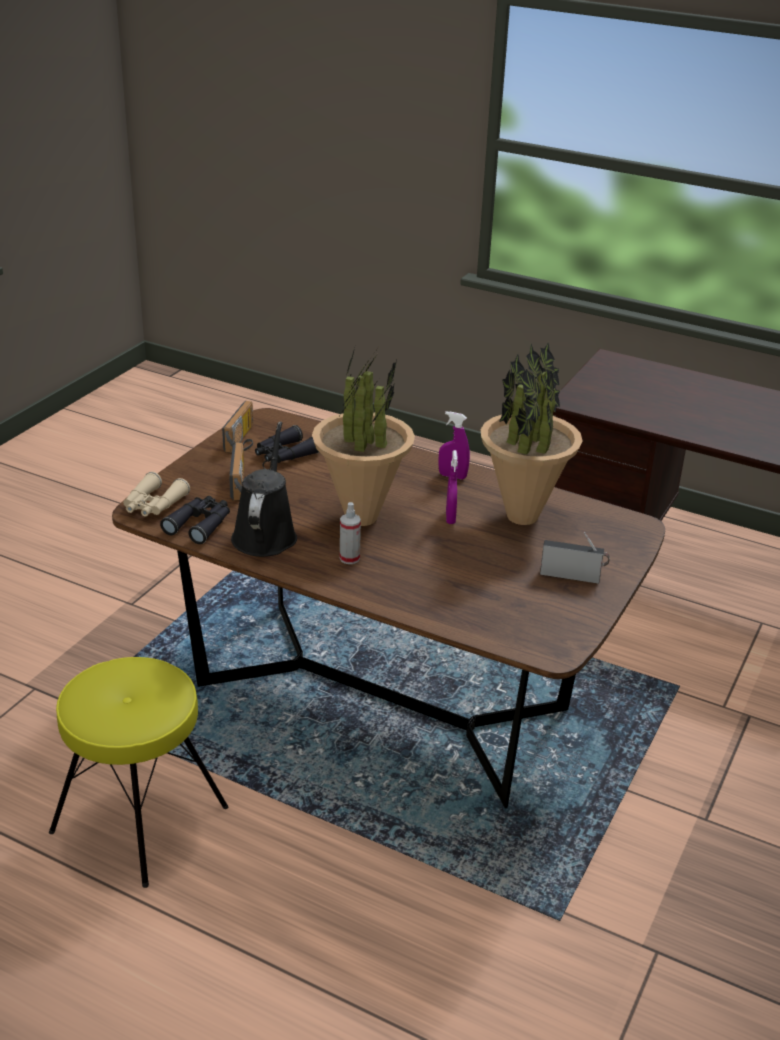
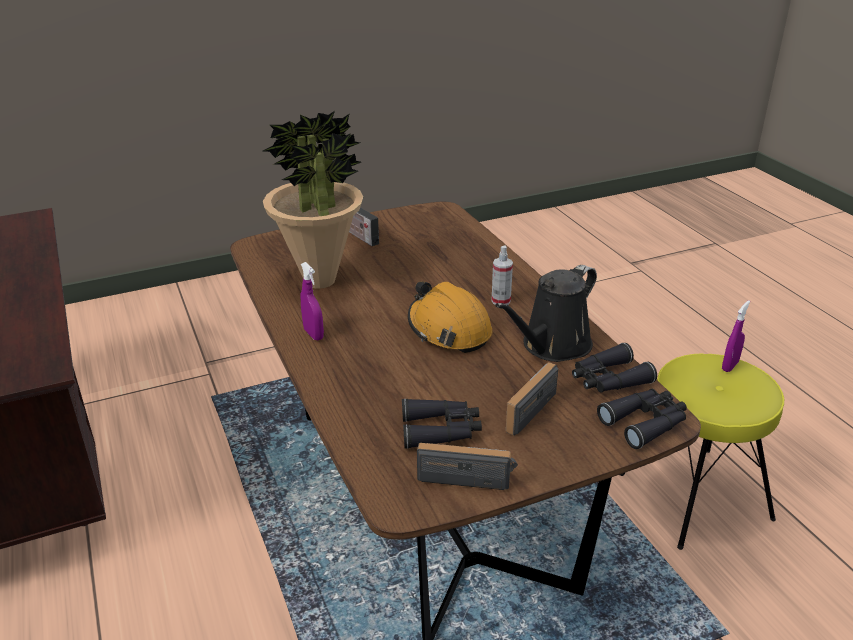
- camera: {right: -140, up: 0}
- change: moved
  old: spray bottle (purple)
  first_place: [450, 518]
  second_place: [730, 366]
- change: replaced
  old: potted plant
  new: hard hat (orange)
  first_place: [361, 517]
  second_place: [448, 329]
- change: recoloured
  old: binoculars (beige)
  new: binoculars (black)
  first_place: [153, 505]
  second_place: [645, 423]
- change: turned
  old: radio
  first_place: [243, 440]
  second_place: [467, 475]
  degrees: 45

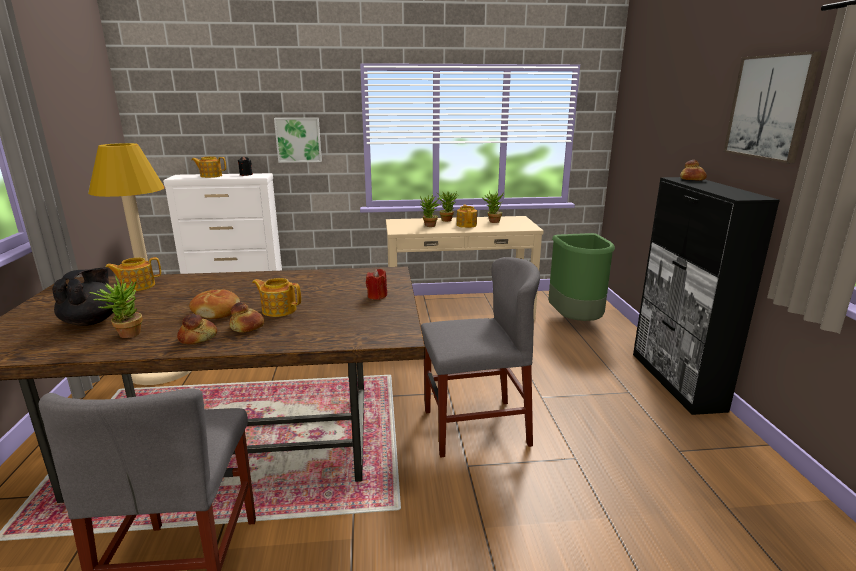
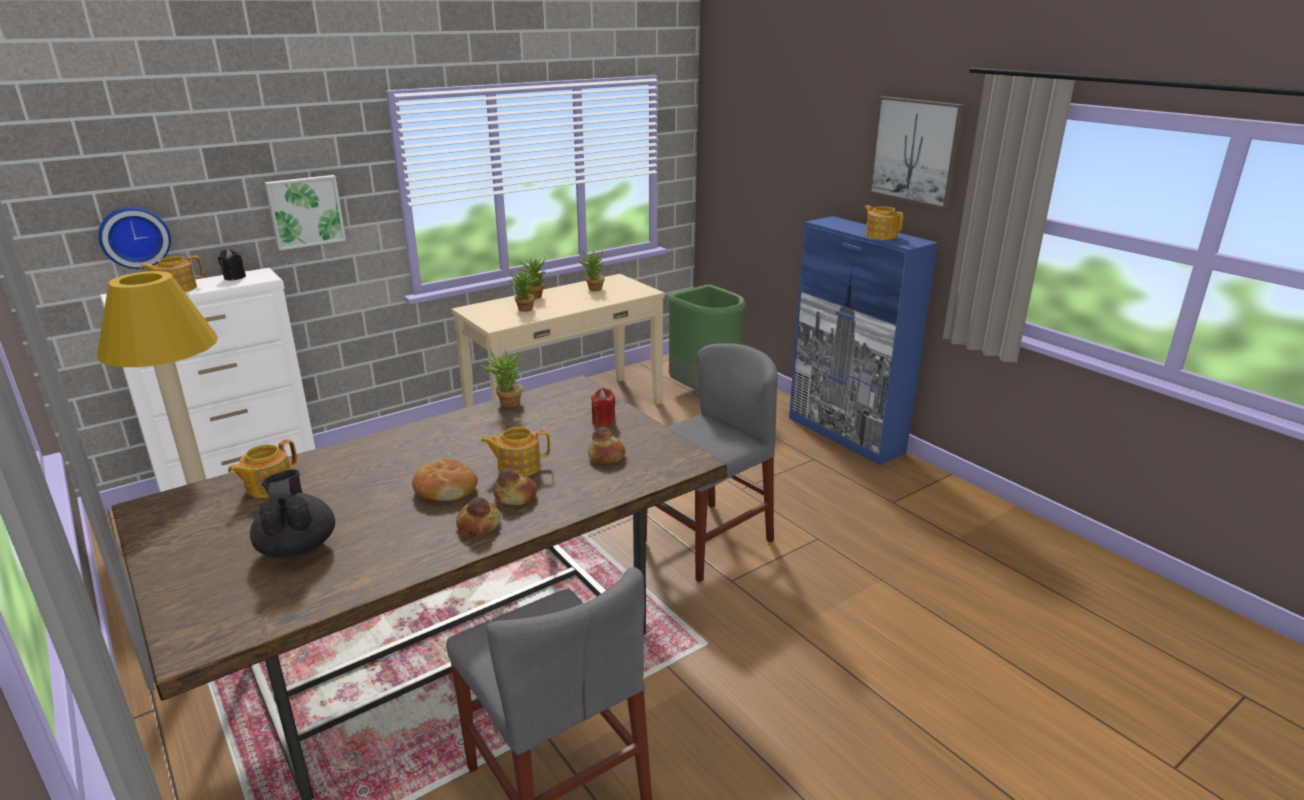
- camera: {right: -30, up: 5}
- change: added
  new: wall clock
  second_place: [134, 237]
- change: moved
  old: potted plant
  first_place: [125, 334]
  second_place: [506, 404]
- change: moved
  old: teapot
  first_place: [466, 225]
  second_place: [880, 235]
- change: moved
  old: bread
  first_place: [692, 180]
  second_place: [606, 457]
- change: recoloured
  old: cabinet (black)
  new: cabinet (blue)
  first_place: [676, 381]
  second_place: [845, 435]

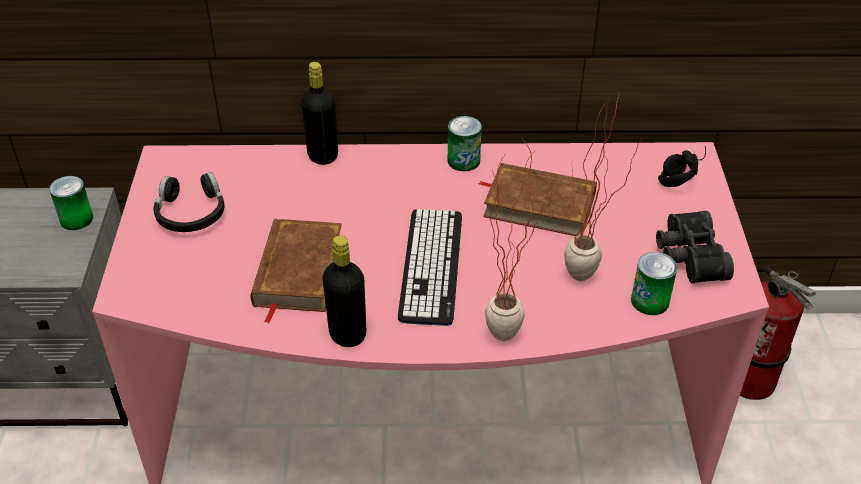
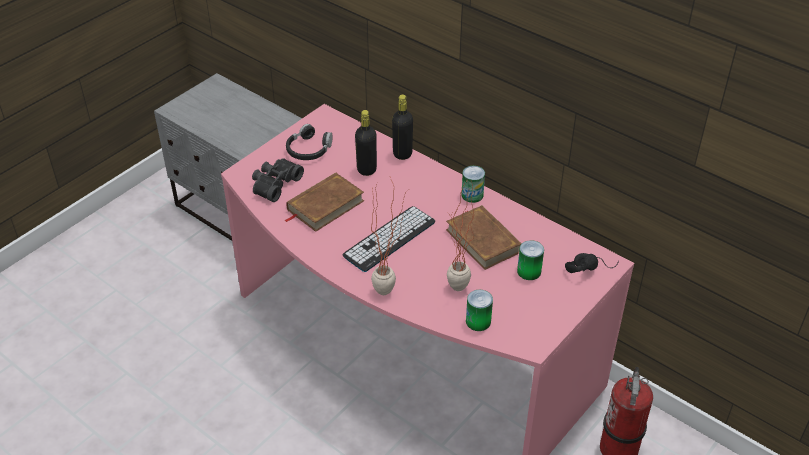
- camera: {right: 40, up: 0}
- change: moved
  old: can
  first_place: [76, 219]
  second_place: [529, 271]
- change: moved
  old: bottle (black)
  first_place: [348, 335]
  second_place: [366, 169]
- change: moved
  old: binoculars (black)
  first_place: [687, 257]
  second_place: [274, 184]

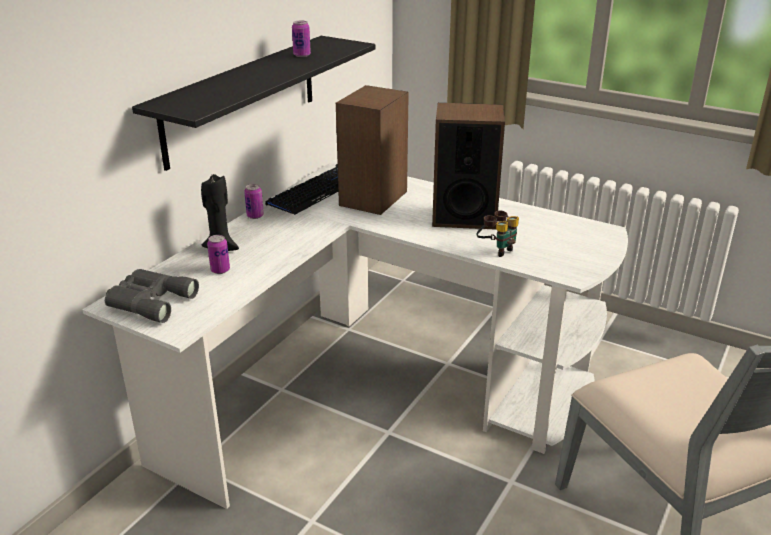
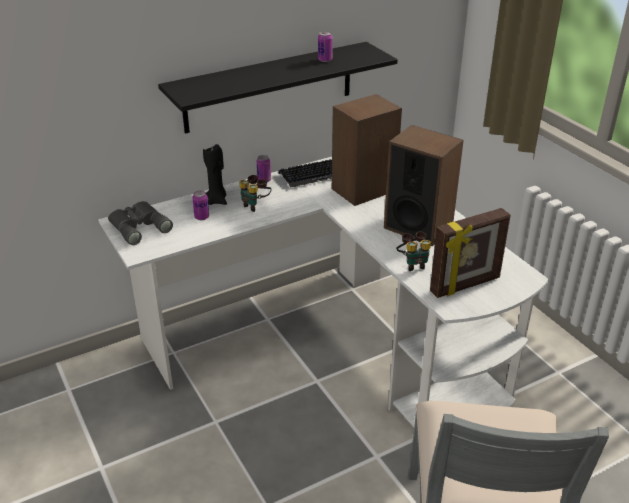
- camera: {right: 30, up: 5}
- change: added
  new: binoculars
  second_place: [255, 205]
- change: added
  new: picture frame
  second_place: [465, 285]

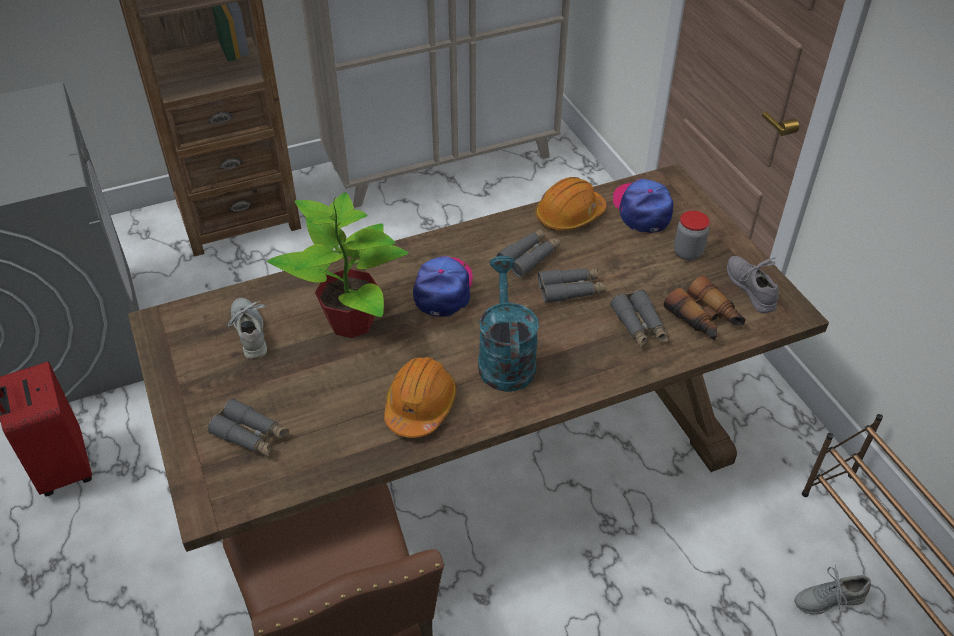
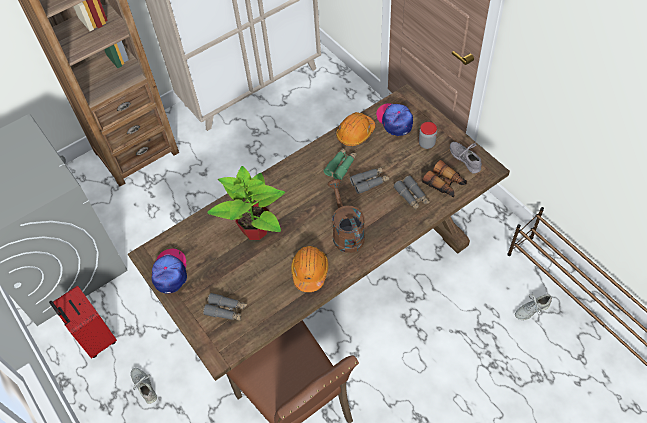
- camera: {right: -10, up: 10}
- change: moved
  old: shoe (grey)
  first_place: [250, 331]
  second_place: [144, 386]
- change: moved
  old: cap
  first_place: [444, 289]
  second_place: [170, 272]
- change: recoloured
  old: watering can (turquoise)
  new: watering can (brown)
  first_place: [505, 358]
  second_place: [346, 232]
- change: recoloured
  old: binoculars (grey)
  new: binoculars (green)
  first_place: [529, 257]
  second_place: [341, 166]

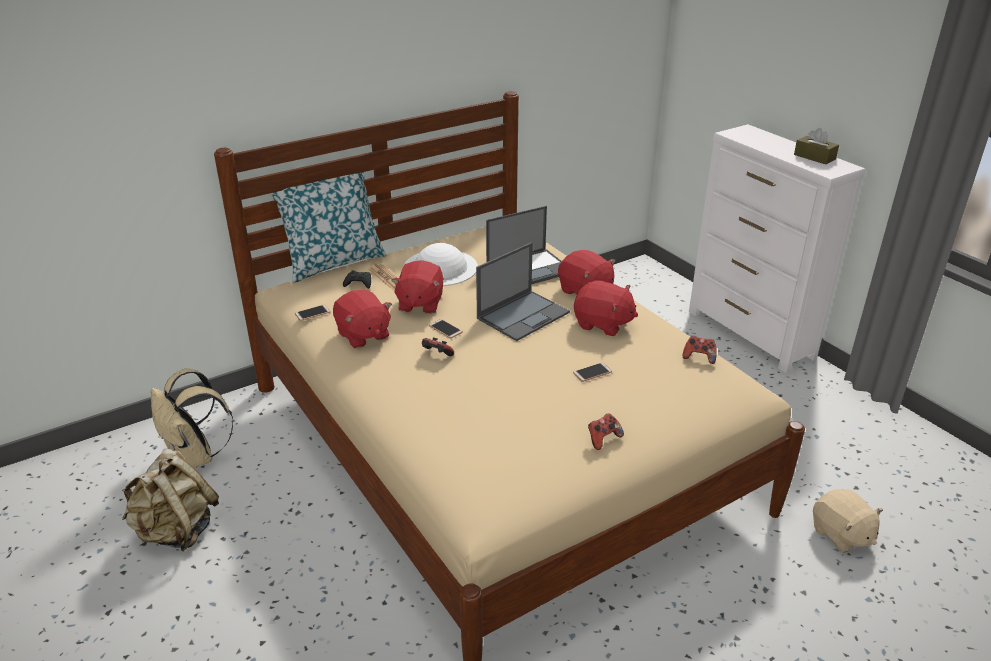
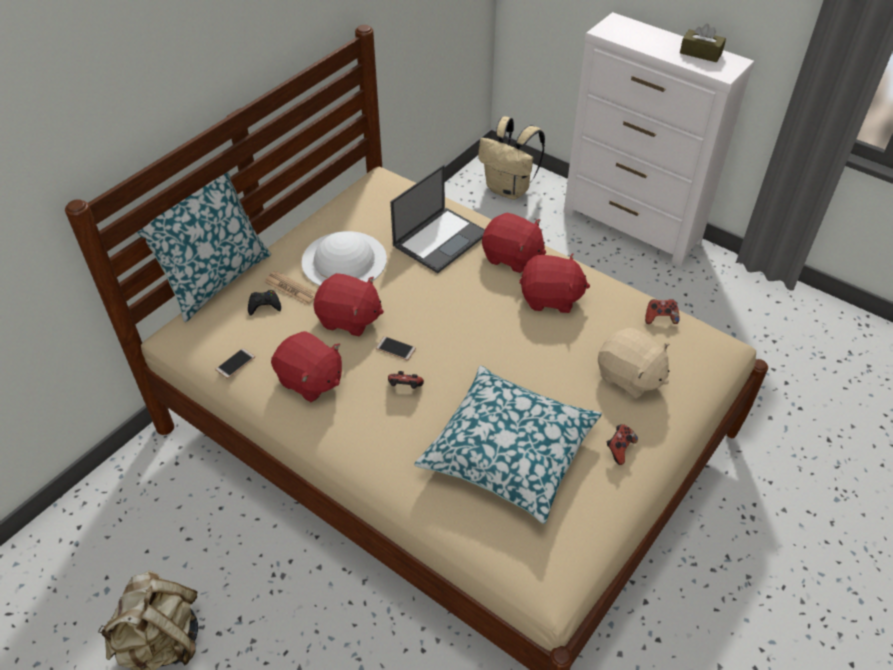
- camera: {right: -20, up: 15}
- change: removed
  old: laptop
  first_place: [523, 315]
- change: removed
  old: phone
  first_place: [592, 372]
- change: added
  new: pillow
  second_place: [508, 451]
- change: moved
  old: backpack (beige)
  first_place: [196, 458]
  second_place: [509, 189]
- change: moved
  old: plush toy (beige)
  first_place: [841, 534]
  second_place: [629, 377]
- change: turned
  old: plush toy (red)
  first_place: [420, 304]
  second_place: [349, 319]
  degrees: -60

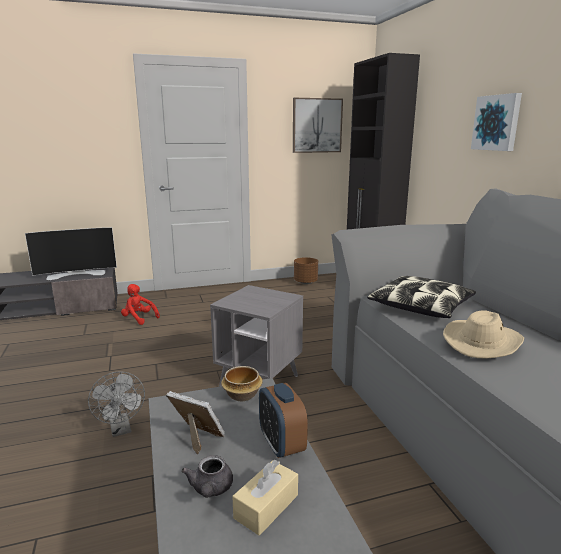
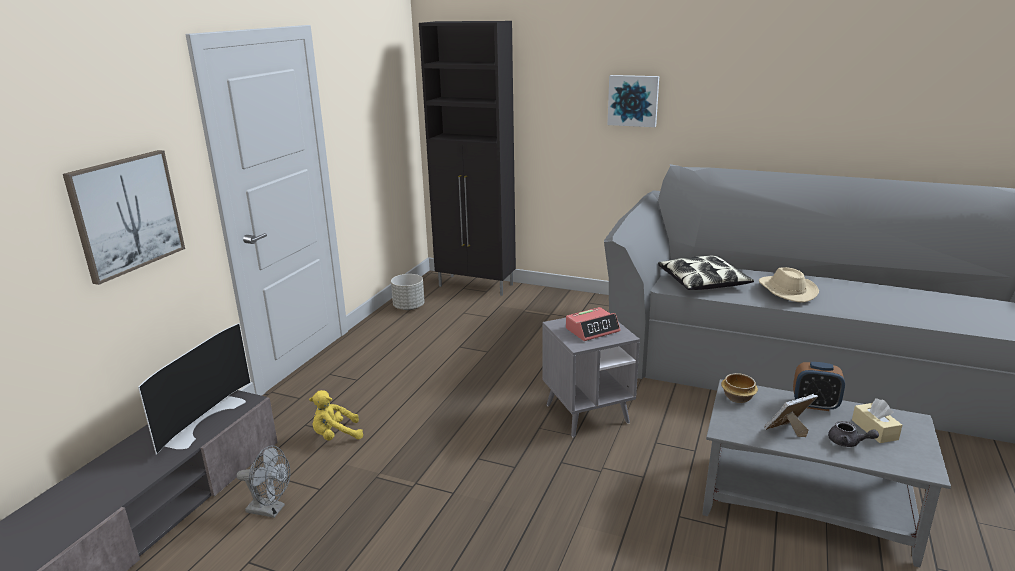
- camera: {right: -50, up: 5}
- change: added
  new: alarm clock
  second_place: [592, 330]
- change: moved
  old: fan (grey)
  first_place: [121, 429]
  second_place: [271, 510]
- change: moved
  old: picture
  first_place: [317, 125]
  second_place: [126, 214]
- change: recoloured
  old: plush toy (red)
  new: plush toy (yellow)
  first_place: [139, 319]
  second_place: [335, 436]
- change: recoloured
  old: planter (brown)
  new: planter (grey)
  first_place: [305, 282]
  second_place: [408, 307]

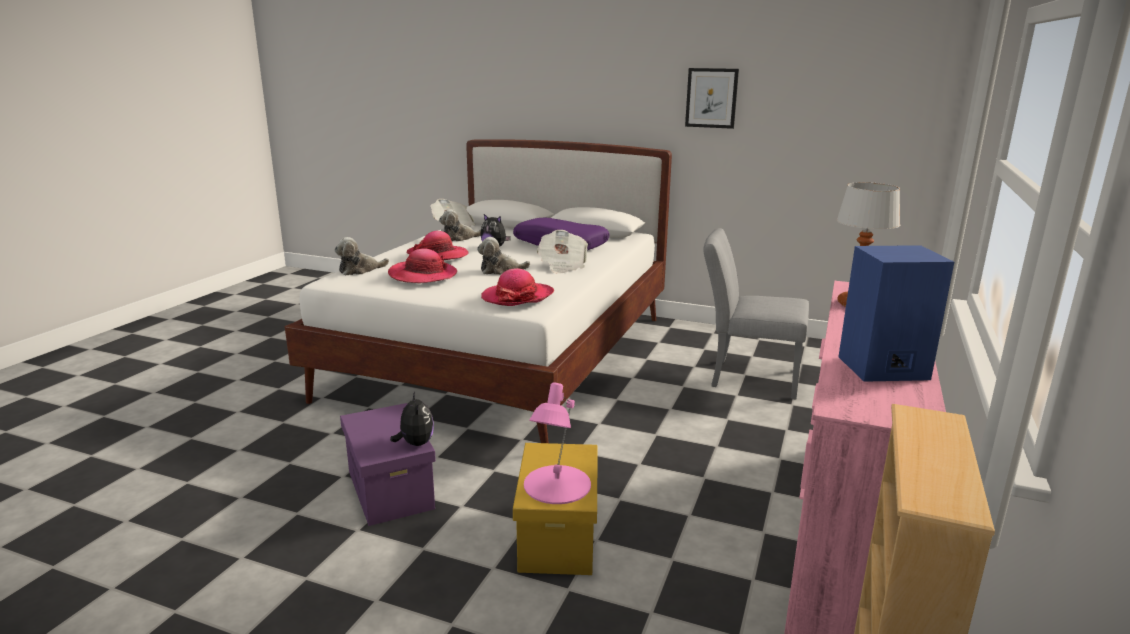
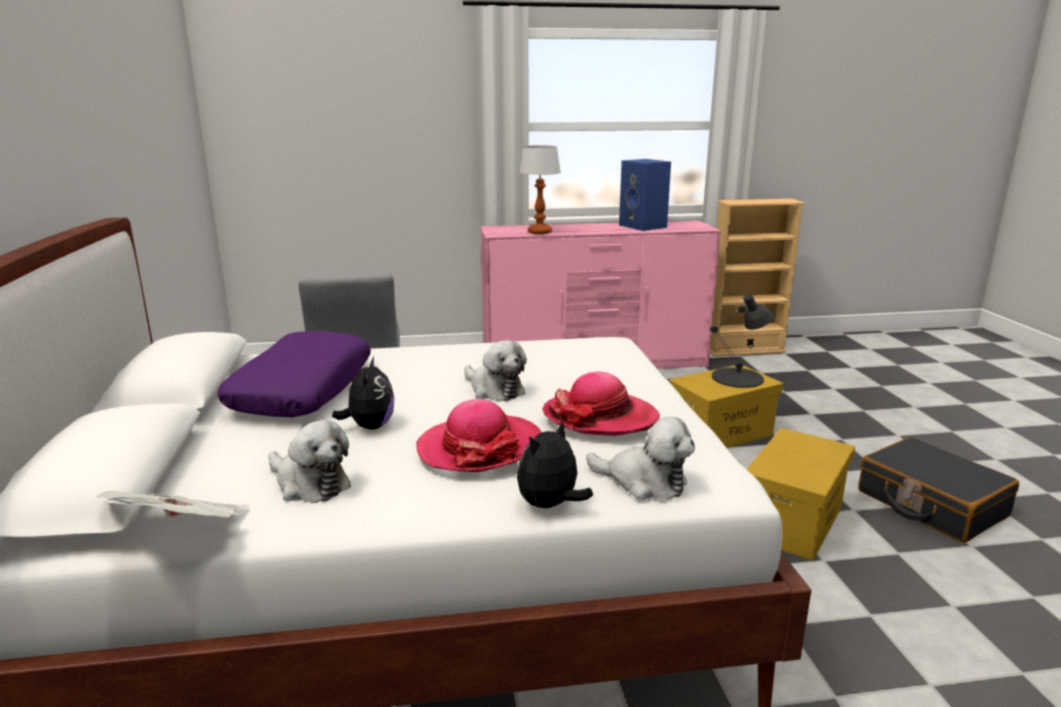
- camera: {right: -120, up: 0}
- change: removed
  old: hat
  first_place: [517, 297]
- change: removed
  old: newspaper
  first_place: [562, 266]
- change: removed
  old: picture
  first_place: [711, 98]
- change: added
  new: suitcase (black)
  second_place: [930, 504]
- change: moved
  old: plush toy
  first_place: [415, 443]
  second_place: [550, 505]
- change: recoloured
  old: storage box (purple)
  new: storage box (yellow)
  first_place: [391, 490]
  second_place: [792, 520]
- change: recoloured
  old: table lamp (pink)
  new: table lamp (black)
  first_place: [556, 485]
  second_place: [738, 378]

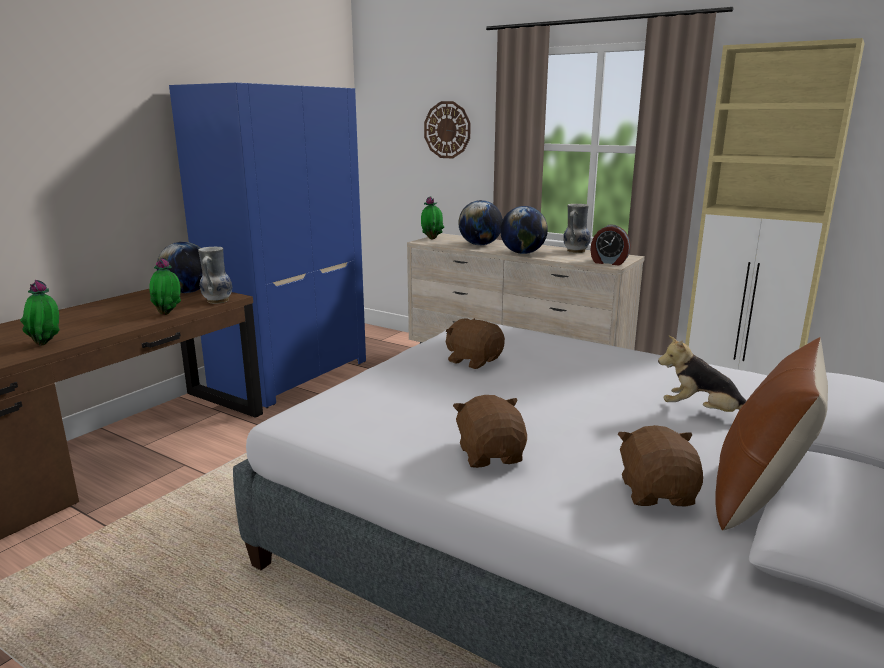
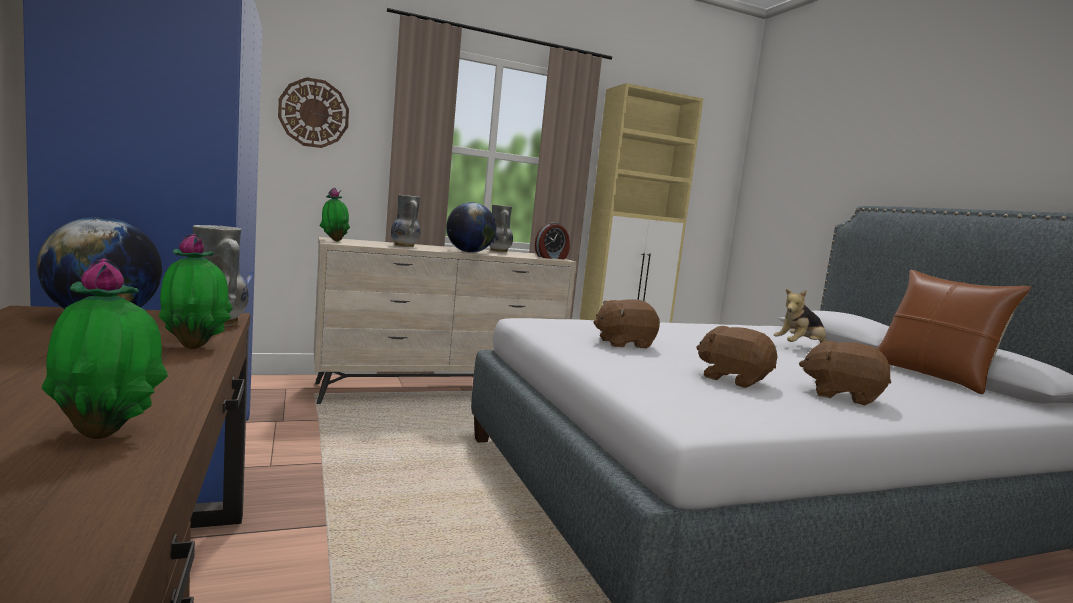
- camera: {right: -55, up: -10}
- change: moved
  old: plush toy (brown)
  first_place: [657, 493]
  second_place: [733, 379]
- change: replaced
  old: globe
  new: vase
  first_place: [480, 245]
  second_place: [405, 246]

